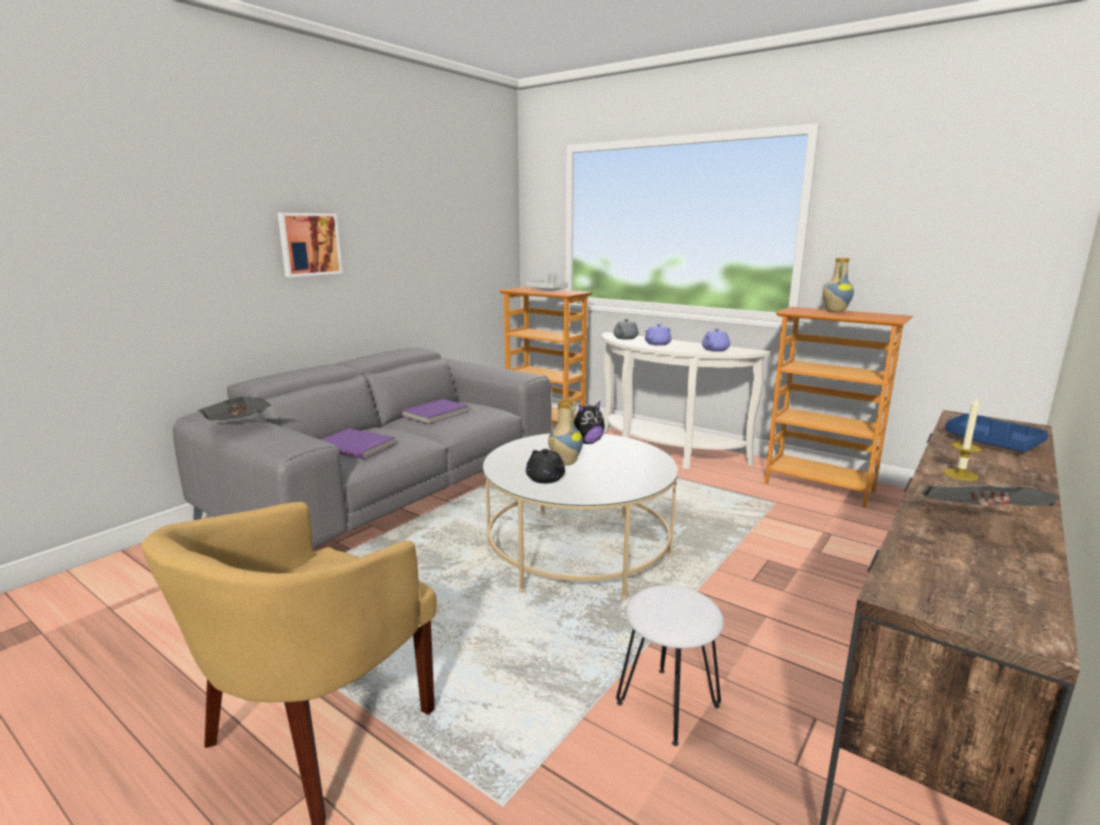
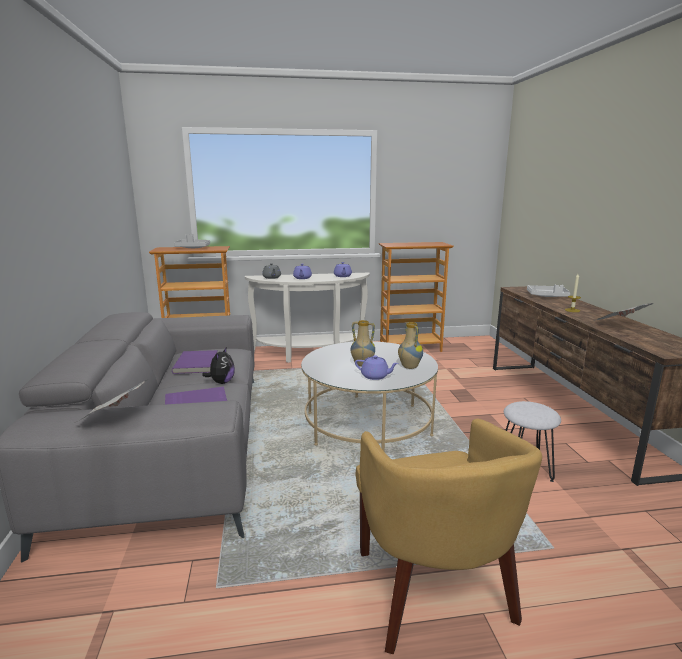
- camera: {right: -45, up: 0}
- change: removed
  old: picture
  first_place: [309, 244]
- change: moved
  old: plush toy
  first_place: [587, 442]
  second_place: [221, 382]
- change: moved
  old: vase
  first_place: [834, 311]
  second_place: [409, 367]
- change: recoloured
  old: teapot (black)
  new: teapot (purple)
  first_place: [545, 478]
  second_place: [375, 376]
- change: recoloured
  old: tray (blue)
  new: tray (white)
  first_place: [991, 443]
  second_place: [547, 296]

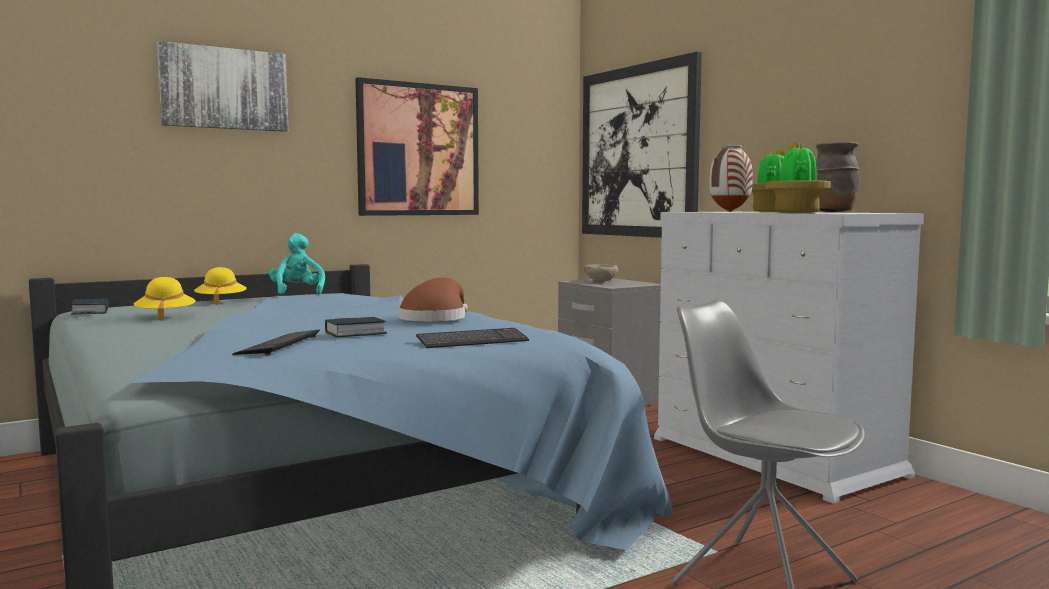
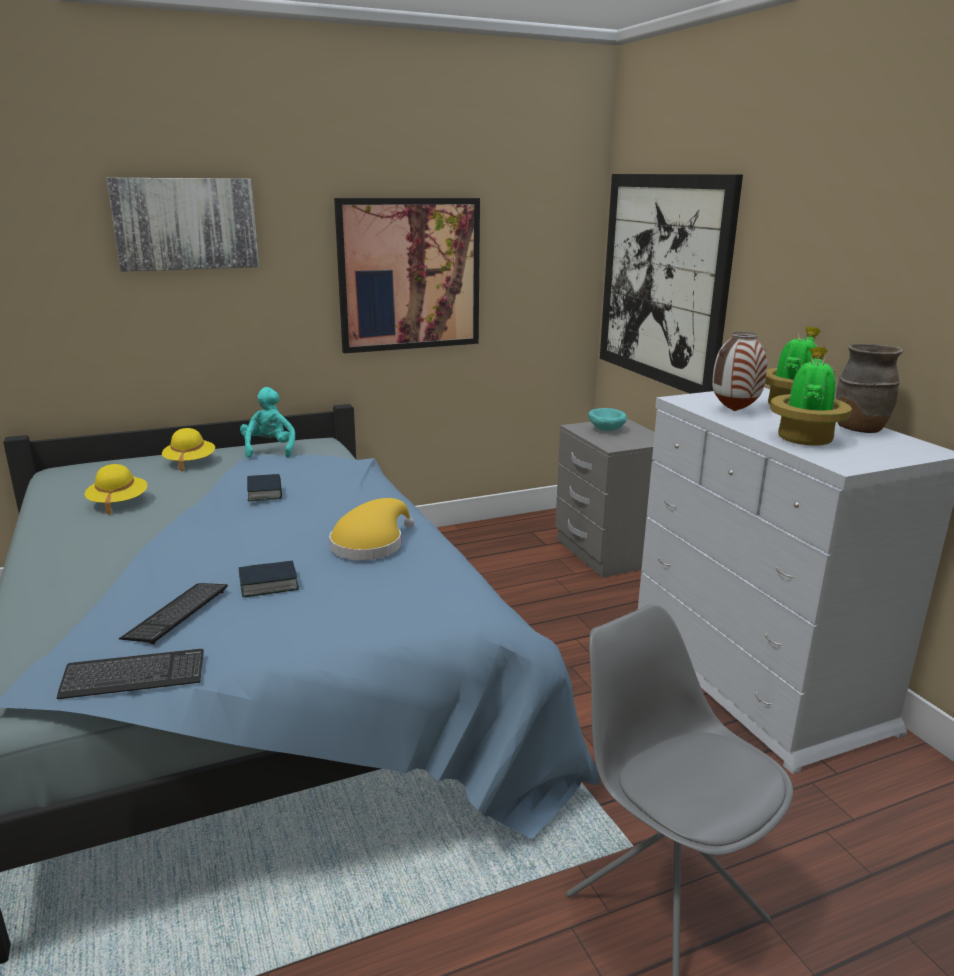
- camera: {right: 10, up: 15}
- change: moved
  old: book
  first_place: [91, 311]
  second_place: [265, 492]
- change: moved
  old: keyboard
  first_place: [472, 341]
  second_place: [134, 676]
- change: recoloured
  old: hat (brown)
  new: hat (yellow)
  first_place: [435, 318]
  second_place: [370, 544]
- change: recoloured
  old: bowl (beige)
  new: bowl (turquoise)
  first_place: [600, 281]
  second_place: [605, 430]

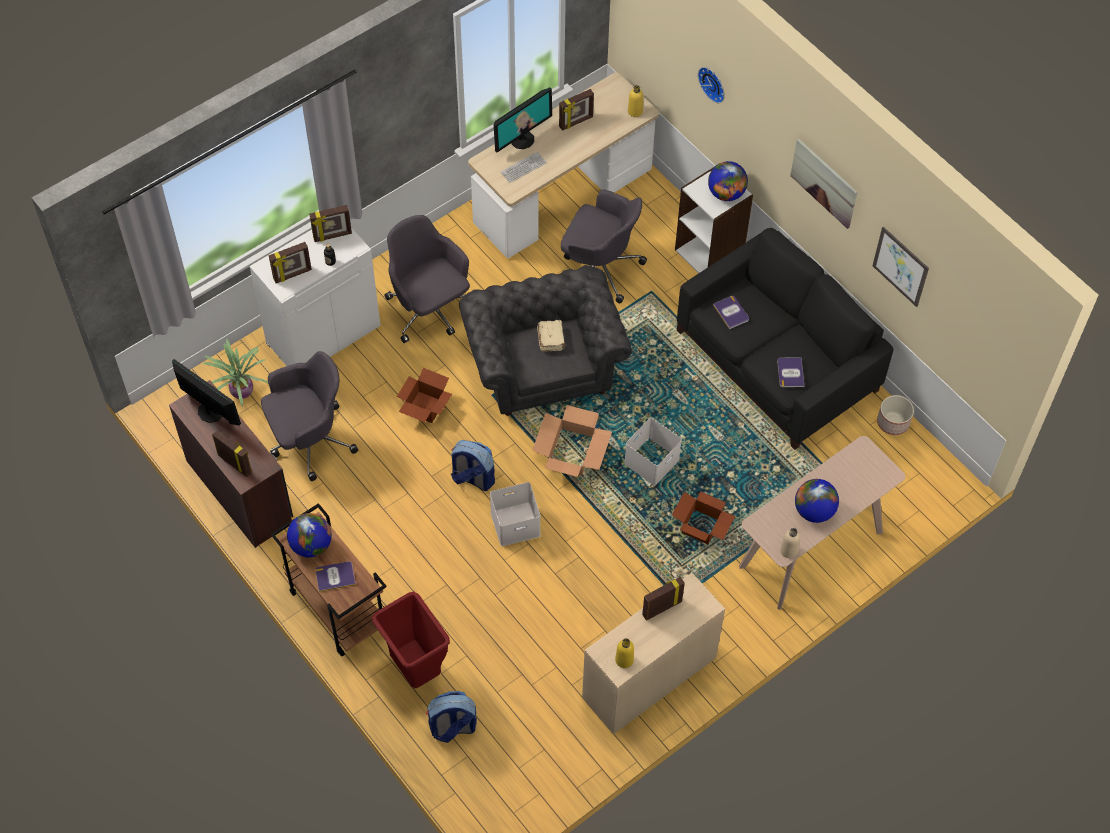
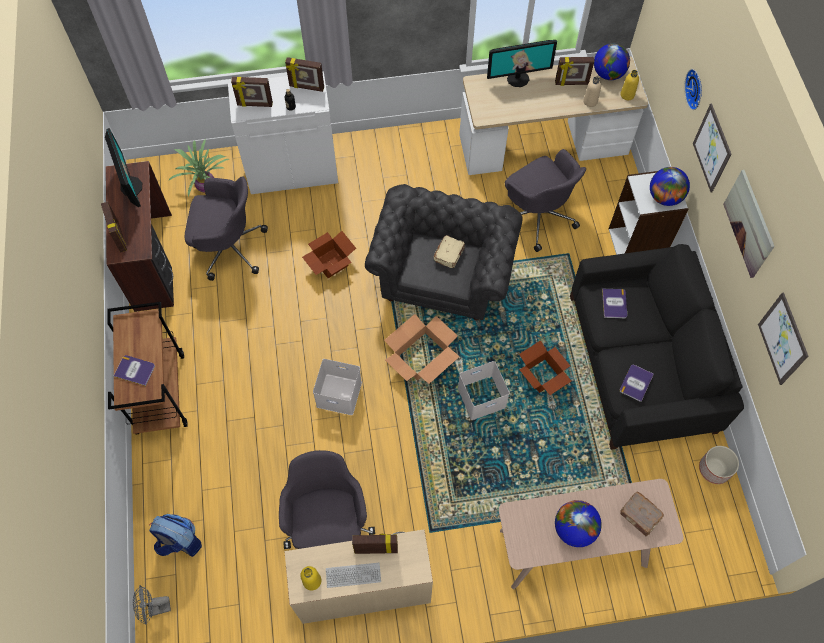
- camera: {right: 30, up: 5}
- change: removed
  old: trash can (red)
  first_place: [415, 670]
- change: removed
  old: backpack
  first_place: [472, 478]
- change: added
  new: fan (grey)
  second_place: [155, 609]
- change: added
  new: book (brown)
  second_place: [640, 516]
- change: added
  new: picture
  second_place: [712, 148]
- change: moved
  old: globe
  first_place: [311, 545]
  second_place: [608, 74]
- change: moved
  old: office chair (grey)
  first_place: [429, 310]
  second_place: [328, 524]
- change: moved
  old: keyboard
  first_place: [523, 168]
  second_place: [353, 575]
- change: moved
  old: cardboard box
  first_place: [701, 528]
  second_place: [542, 377]
- change: moved
  old: bottle (beige)
  first_place: [788, 550]
  second_place: [590, 101]

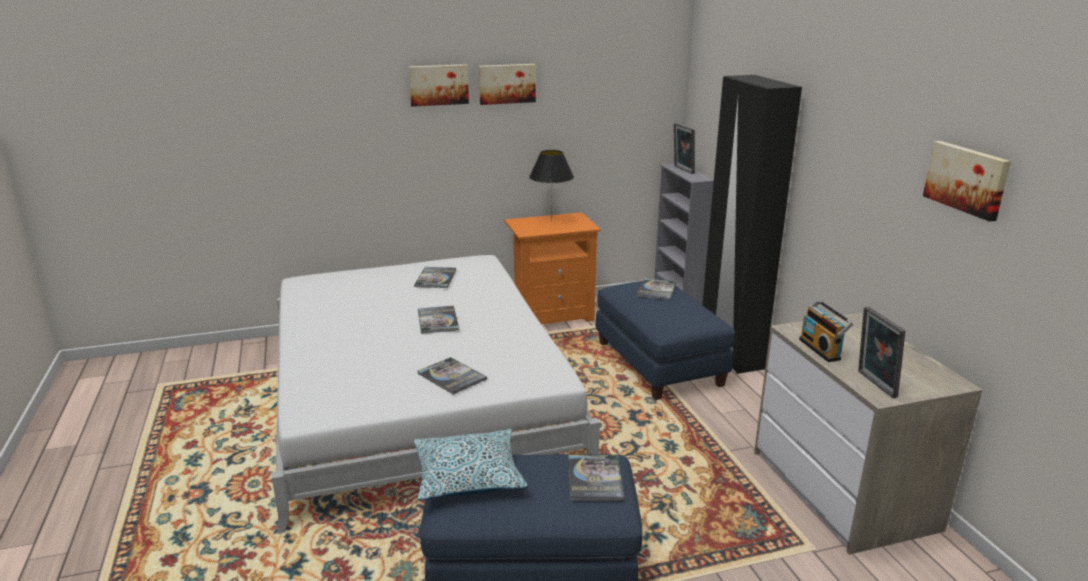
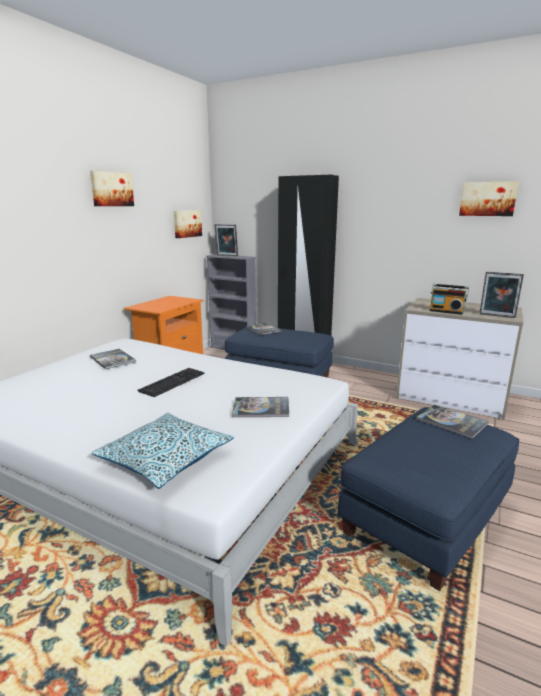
- camera: {right: -45, up: -5}
- change: removed
  old: table lamp (black)
  first_place: [551, 221]
- change: moved
  old: picture
  first_place: [438, 84]
  second_place: [187, 224]
- change: moved
  old: pillow
  first_place: [468, 476]
  second_place: [165, 459]
- change: replaced
  old: book
  new: keyboard
  first_place: [438, 320]
  second_place: [172, 381]

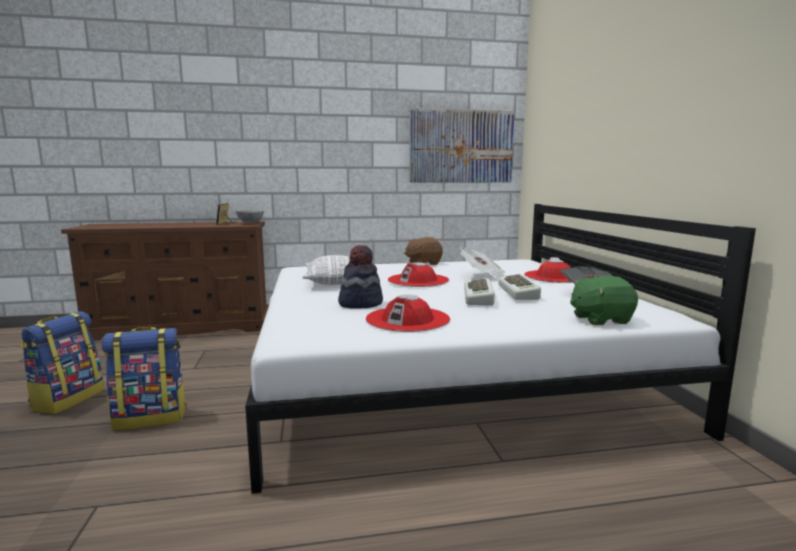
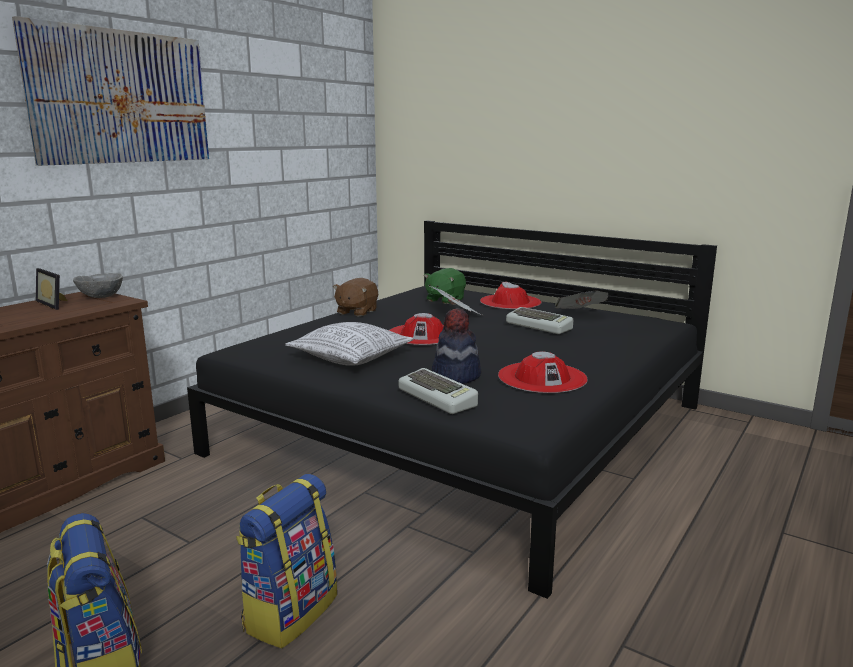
- camera: {right: -45, up: 5}
- change: moved
  old: picture
  first_place: [461, 146]
  second_place: [122, 97]
- change: moved
  old: keyboard
  first_place: [480, 297]
  second_place: [439, 397]
- change: moved
  old: plush toy (green)
  first_place: [600, 319]
  second_place: [444, 300]
- change: recoloured
  old: bed (white)
  new: bed (black)
  first_place: [446, 372]
  second_place: [466, 429]

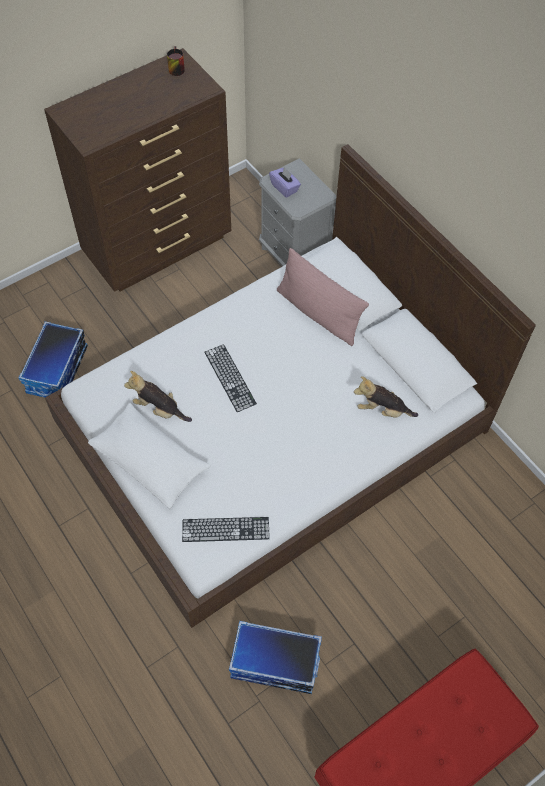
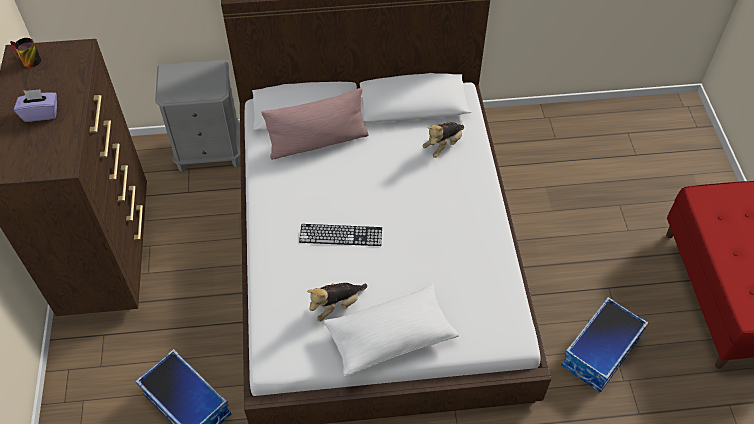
- camera: {right: -60, up: -5}
- change: removed
  old: keyboard
  first_place: [225, 529]
- change: moved
  old: tissue box (purple)
  first_place: [284, 188]
  second_place: [41, 113]

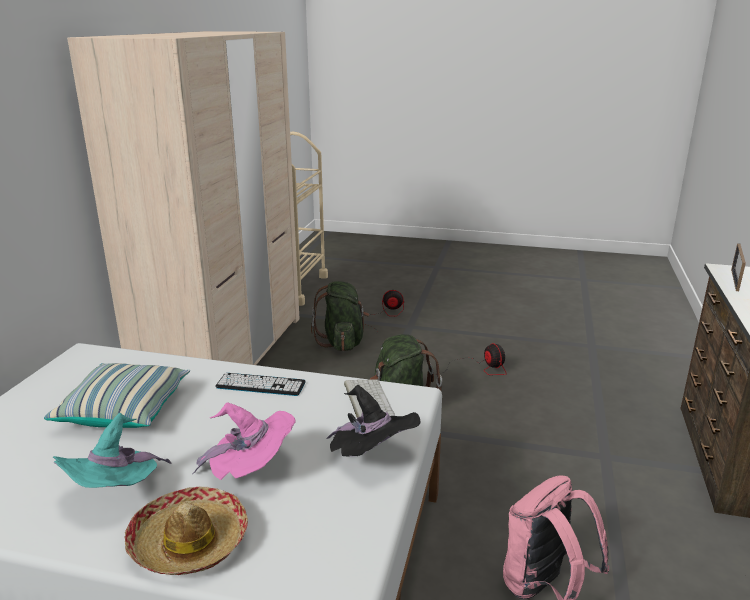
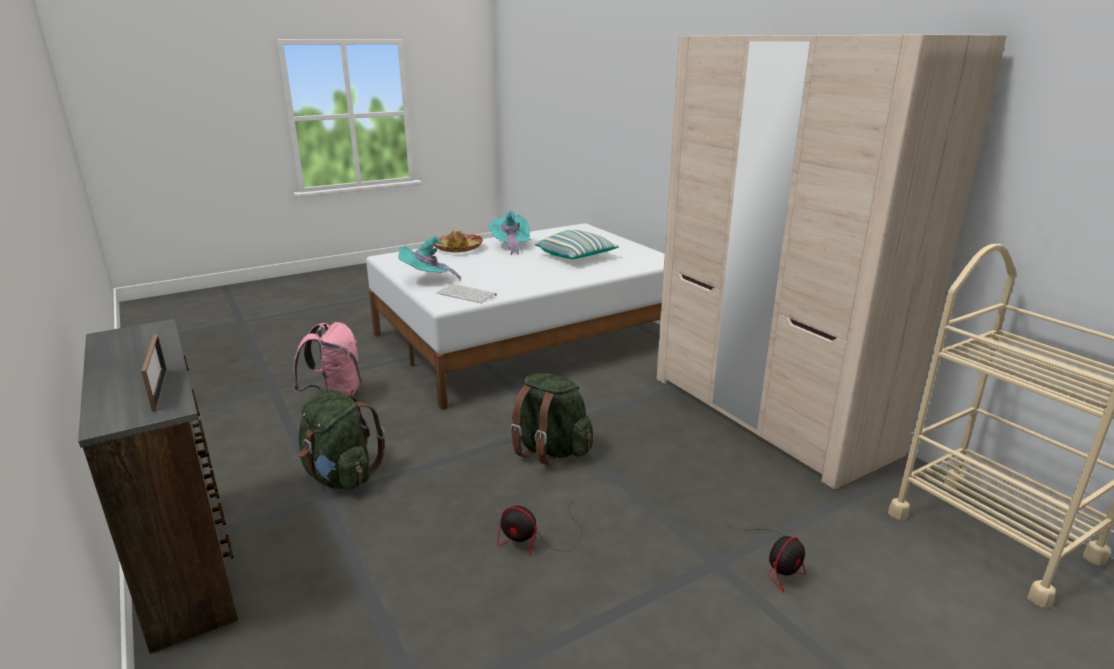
- camera: {right: 135, up: 0}
- change: removed
  old: hat (pink)
  first_place: [252, 470]
- change: removed
  old: keyboard
  first_place: [260, 385]
- change: moved
  old: backpack (green)
  first_place: [342, 342]
  second_place: [341, 476]
- change: recoloured
  old: hat (black)
  new: hat (turquoise)
  first_place: [372, 457]
  second_place: [427, 280]

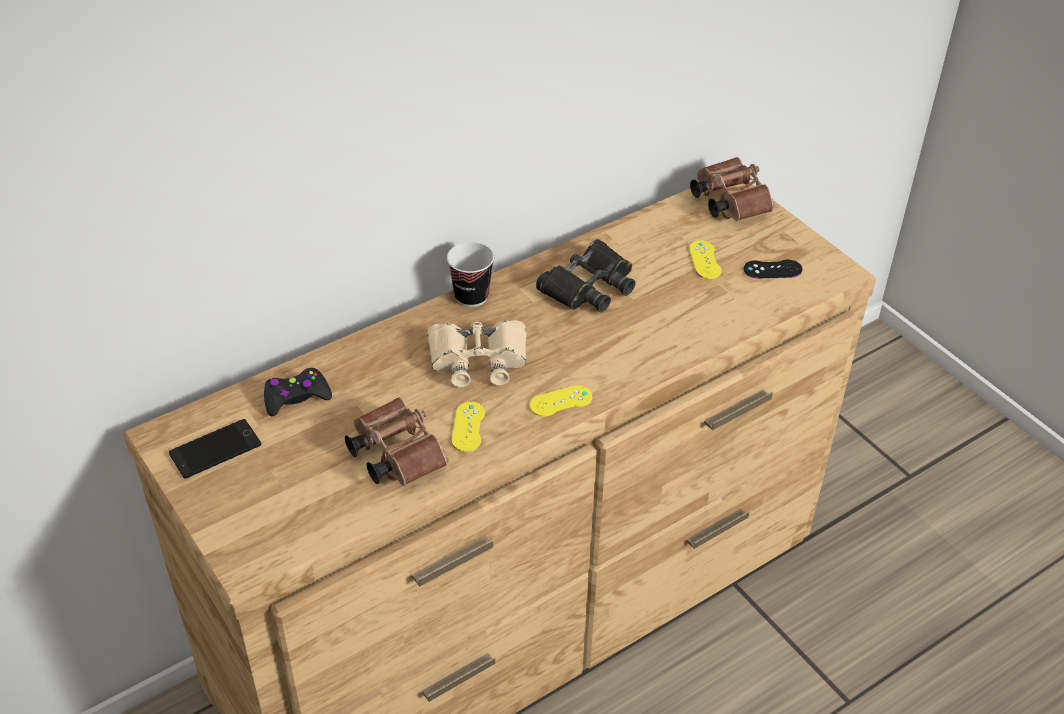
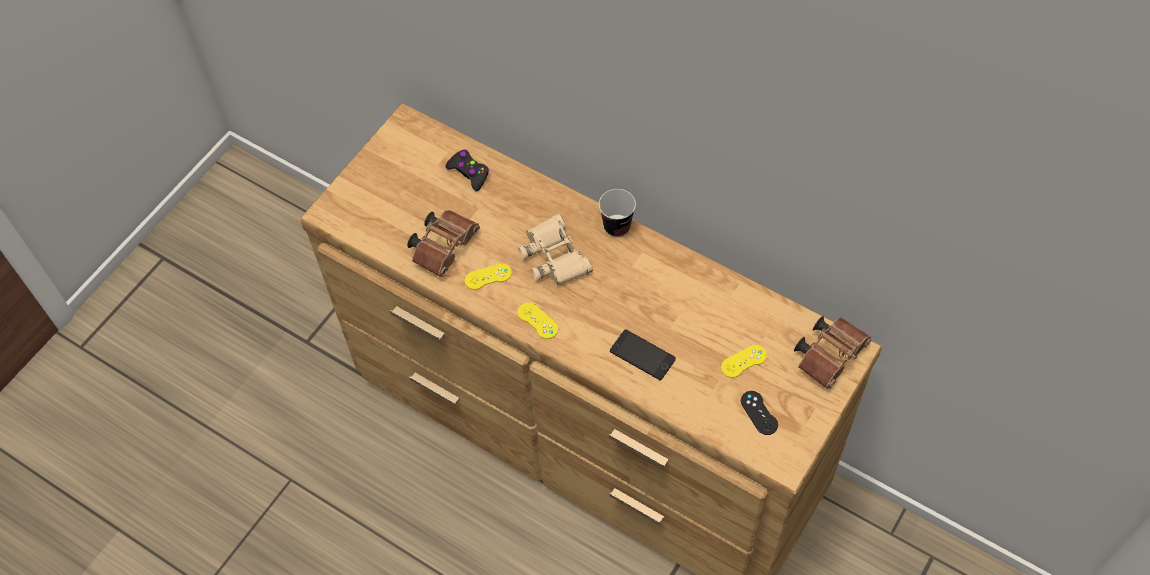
- camera: {right: 70, up: 15}
- change: removed
  old: binoculars (black)
  first_place: [589, 286]
- change: moved
  old: phone
  first_place: [215, 449]
  second_place: [642, 355]

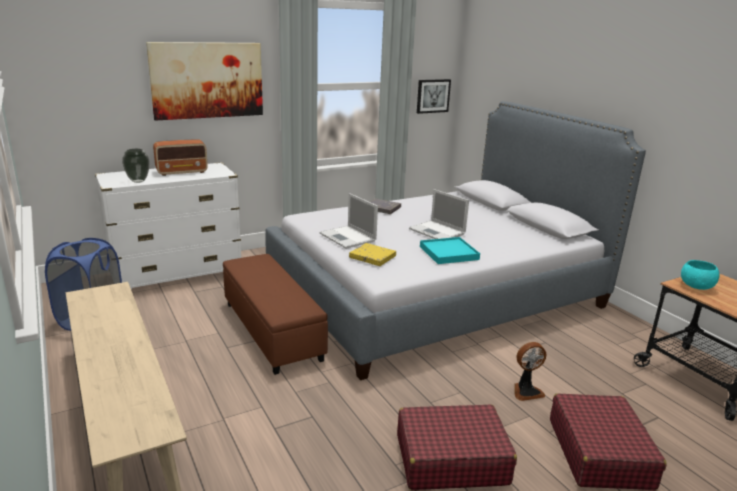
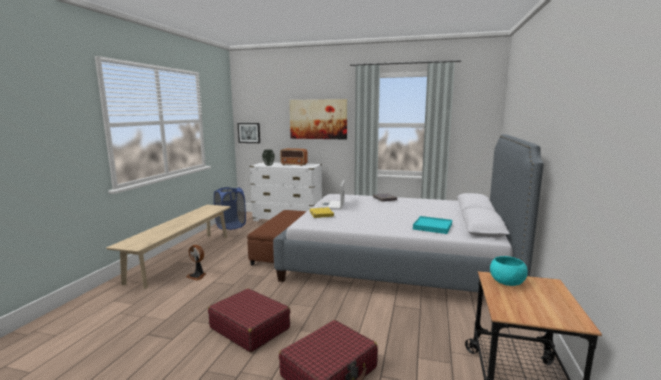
- camera: {right: 45, up: -10}
- change: removed
  old: laptop
  first_place: [438, 231]
- change: moved
  old: picture
  first_place: [433, 96]
  second_place: [249, 133]
- change: moved
  old: tray (turquoise)
  first_place: [449, 253]
  second_place: [432, 227]
- change: moved
  old: fan
  first_place: [526, 391]
  second_place: [197, 276]

